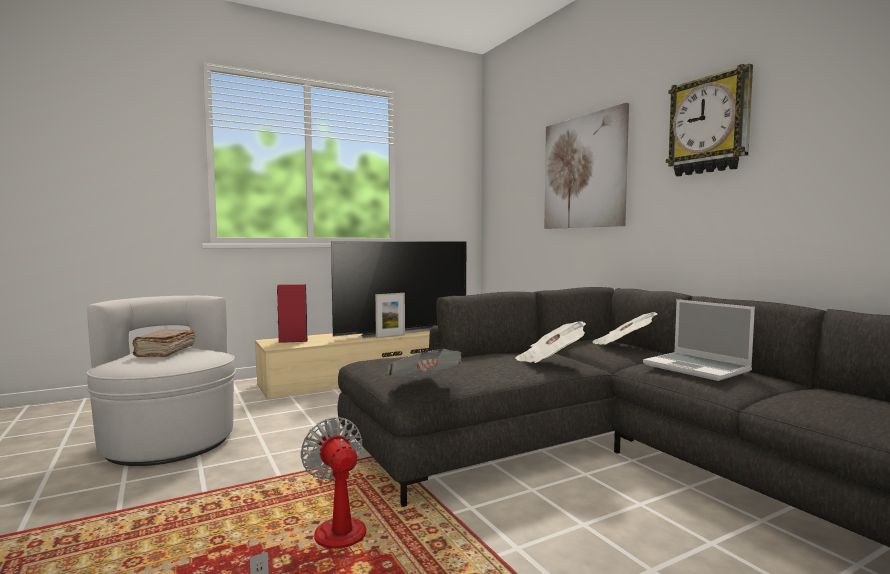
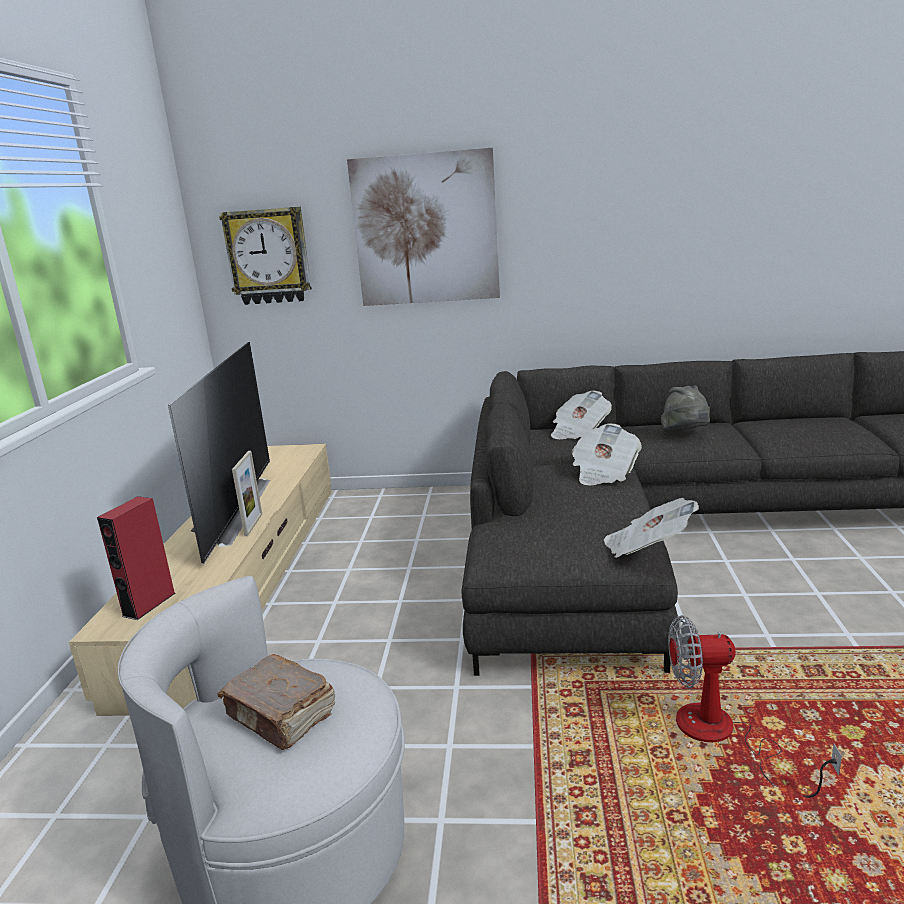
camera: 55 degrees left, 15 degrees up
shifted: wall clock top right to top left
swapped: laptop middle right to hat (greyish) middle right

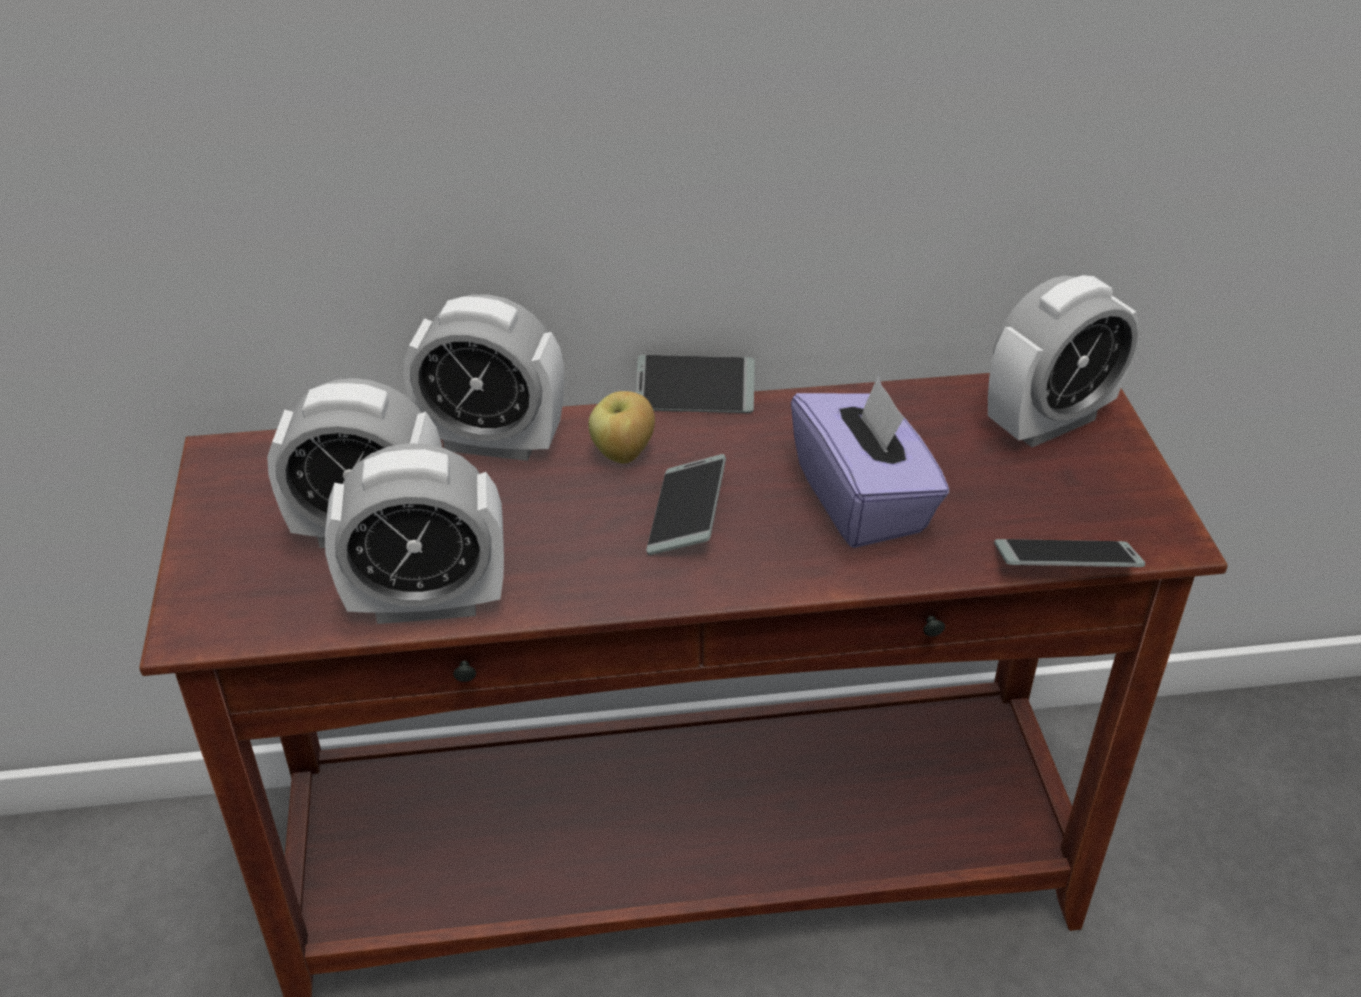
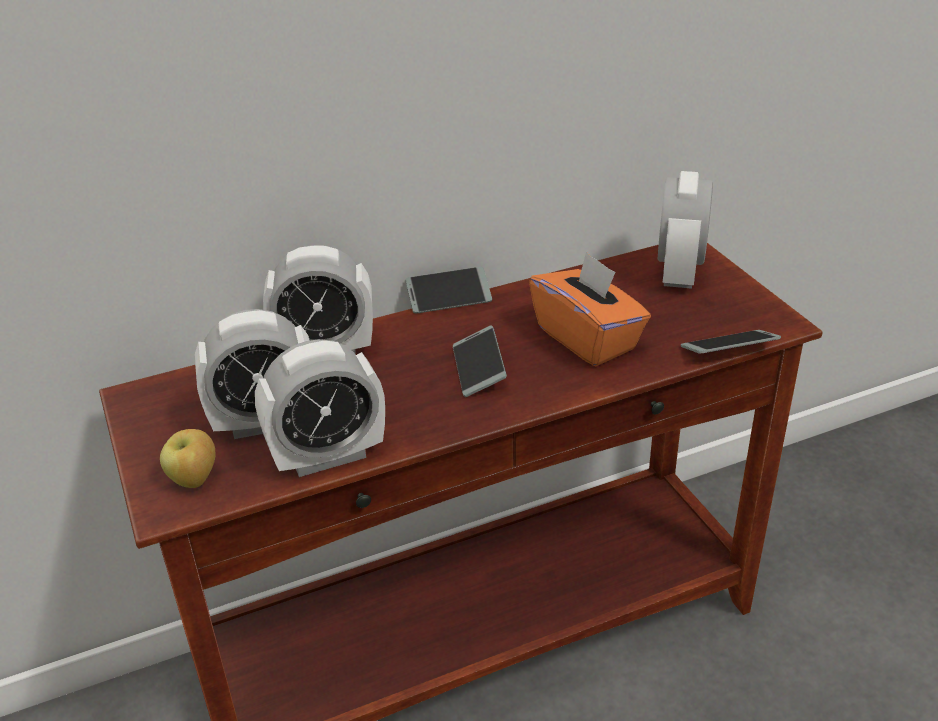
camera: 15 degrees left, 5 degrees down
shifted: apple fruit centre to middle left
repainted: box of tissues (purplish) centre to box of tissues (orange) centre
rotated: bedside clock (no. 4 from left) middle right = top right 150 degrees clockwise

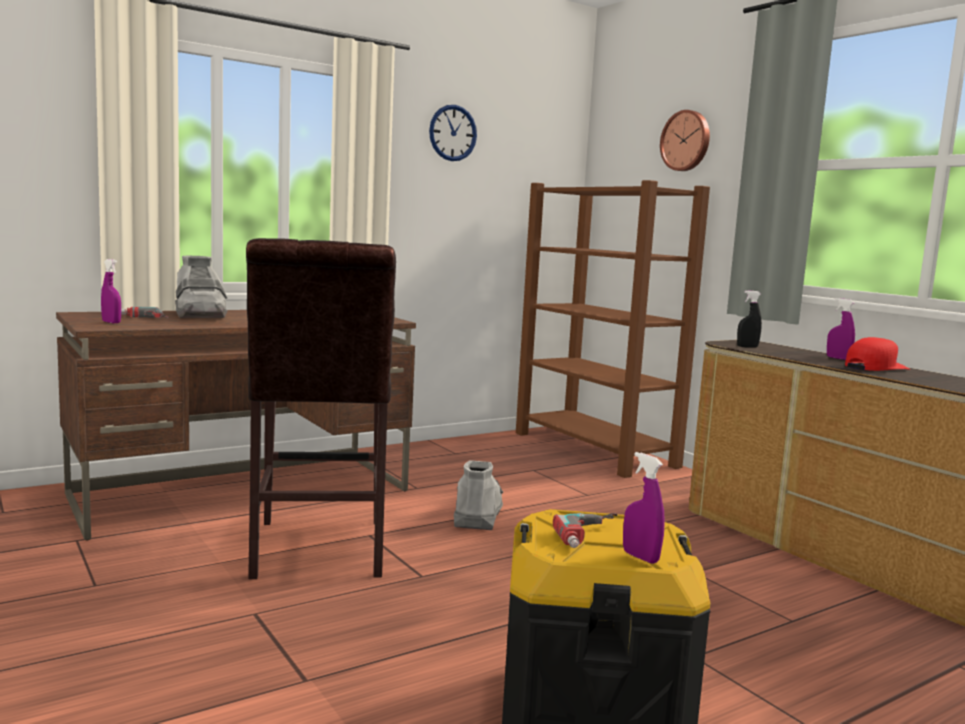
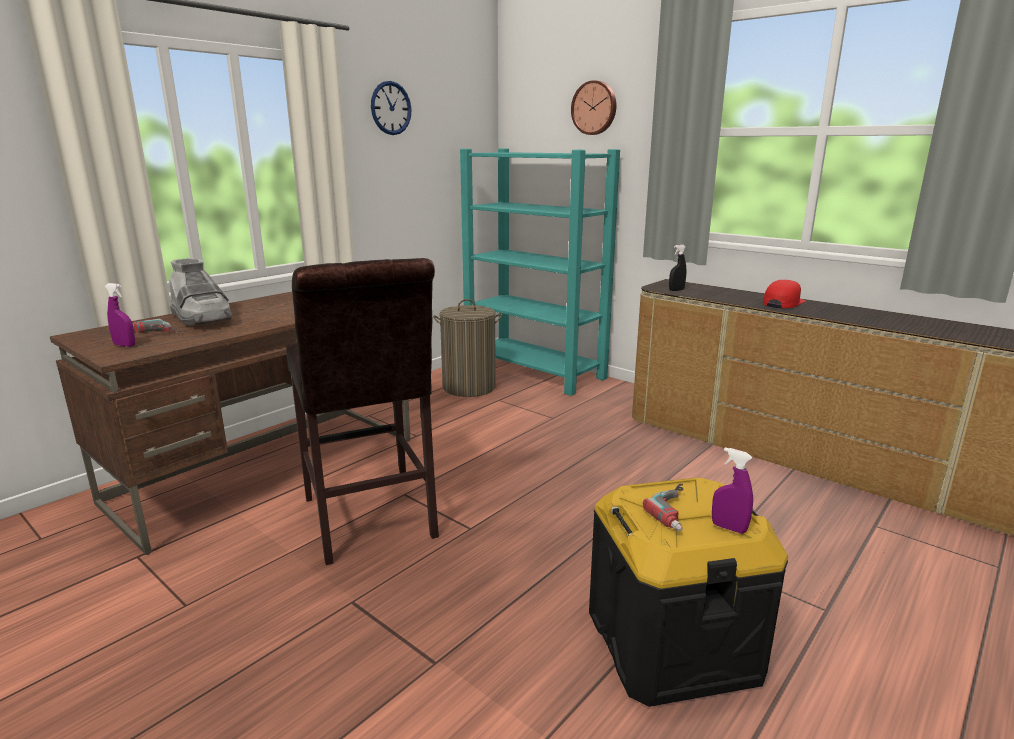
camera: 15 degrees left, 10 degrees up
gone: boot (greyish) (no. 2 from left) bottom centre; spray bottle (purplish) (no. 3 from left) middle right
new: washing basket centre
repainted: bookcase (brown-coloured) centre to bookcase (turquoise) centre

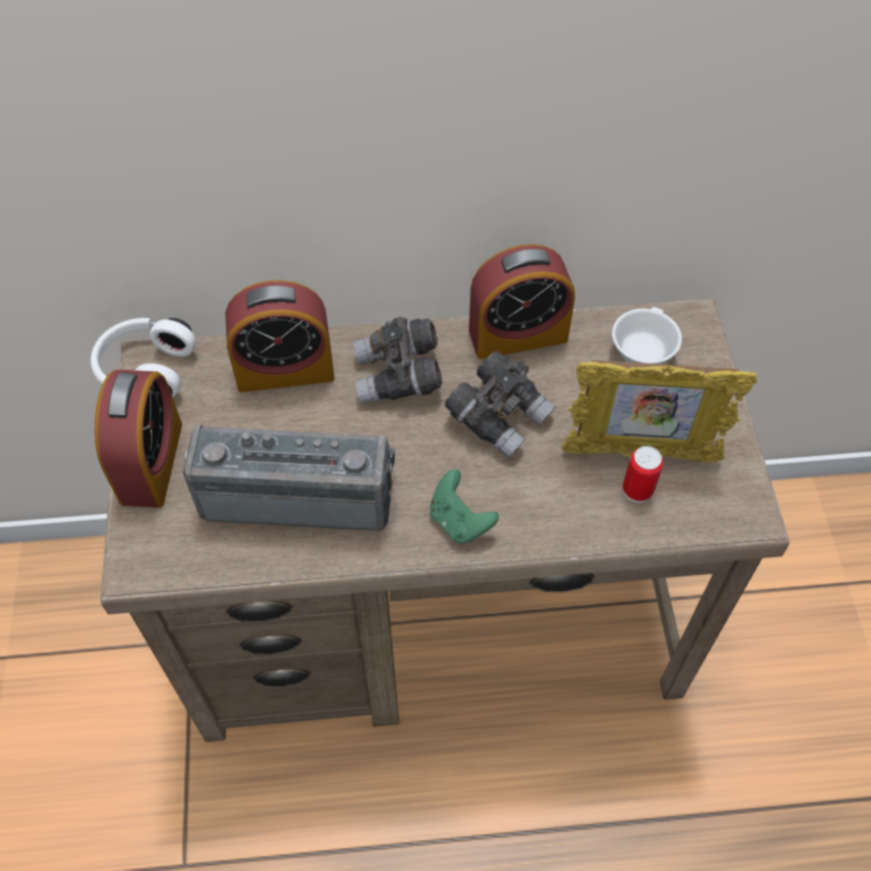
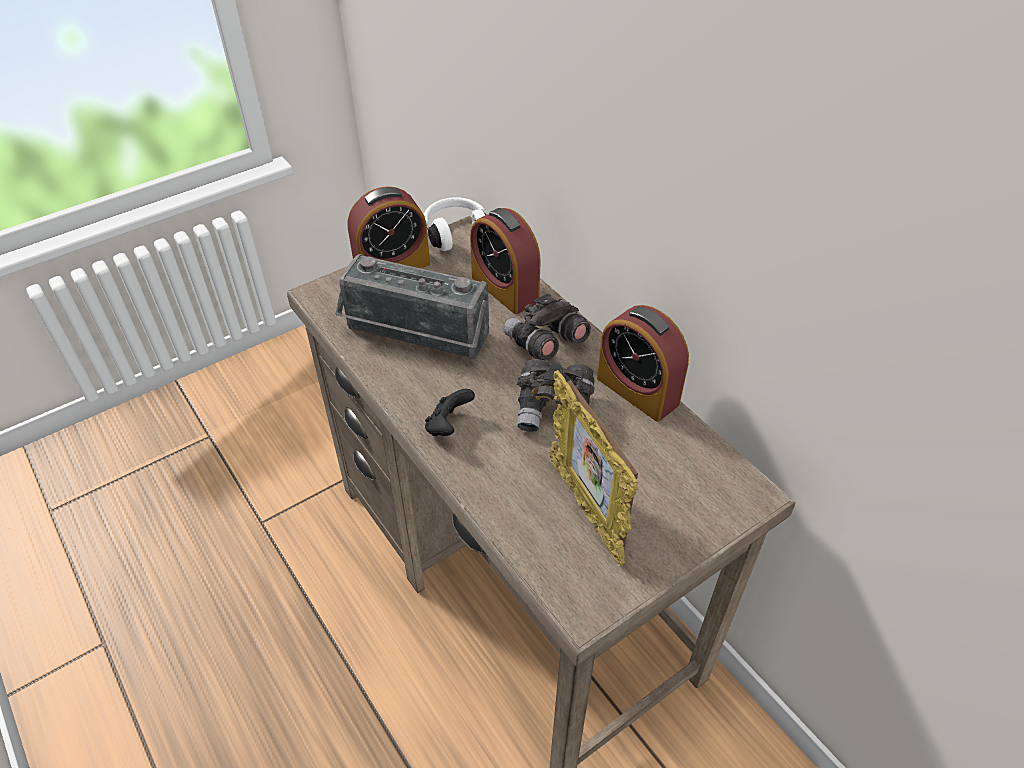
camera: 60 degrees right, 10 degrees down
gone: cup (white) middle right; can middle right
repainted: gamepad (green-coloured) centre to gamepad (black) centre
rotated: radio middle left = centre 135 degrees clockwise

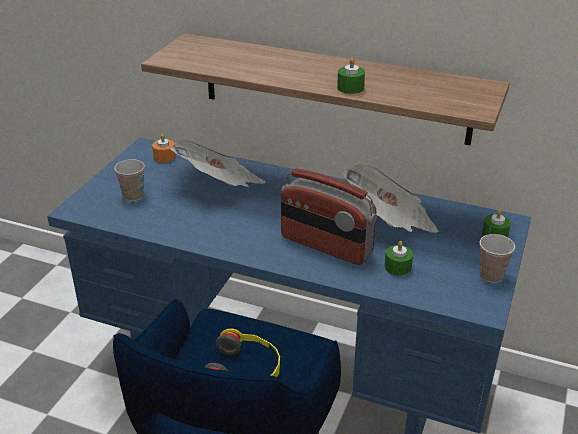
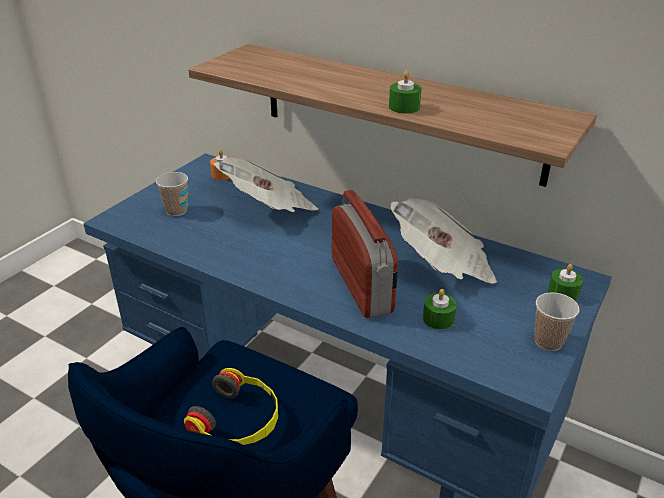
camera: 10 degrees right, 0 degrees up
rotated: radio centre = centre 150 degrees counterclockwise

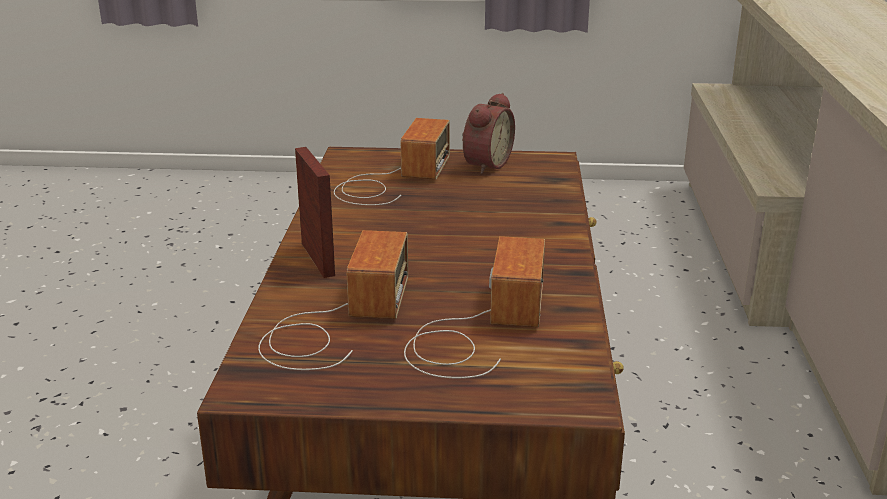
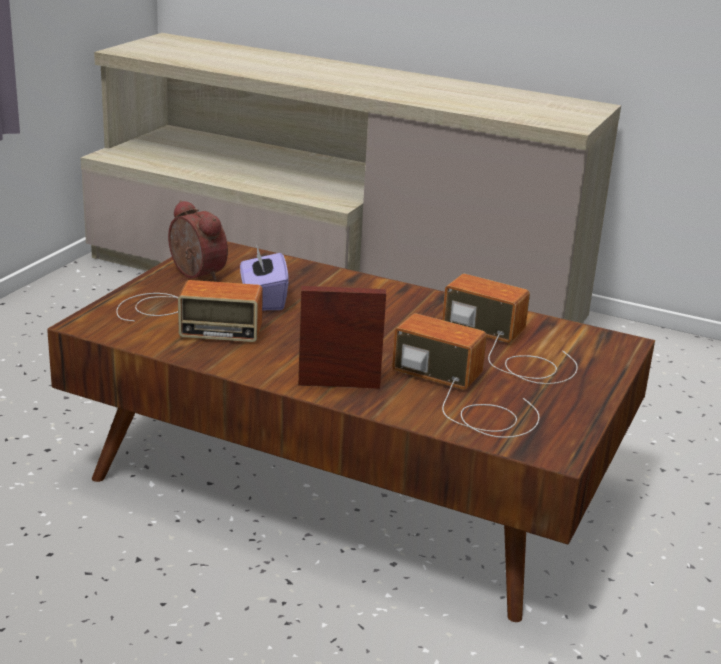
camera: 70 degrees left, 0 degrees up
new: box of tissues (purplish) centre
rotated: radio (no. 2 from left in the first image) top centre = middle left 150 degrees clockwise

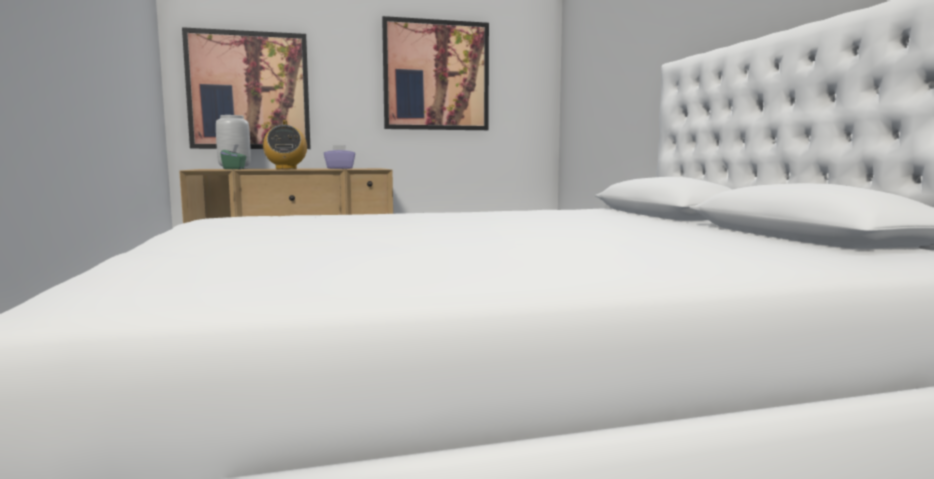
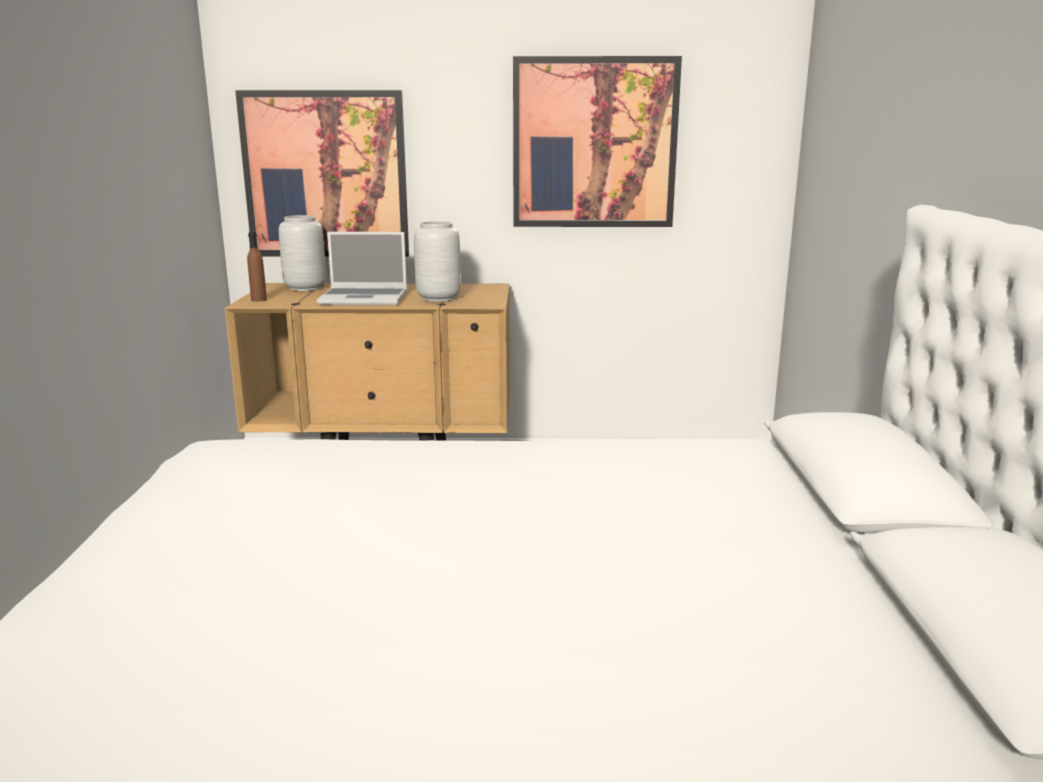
camera: 15 degrees right, 10 degrees up
gone: box of tissues (green-coloured) top left
new: drink bottle (brown-coloured) middle left
swapped: radio top left to laptop centre; box of tissues (purplish) top centre to vase (greyish) (no. 2 from left) centre

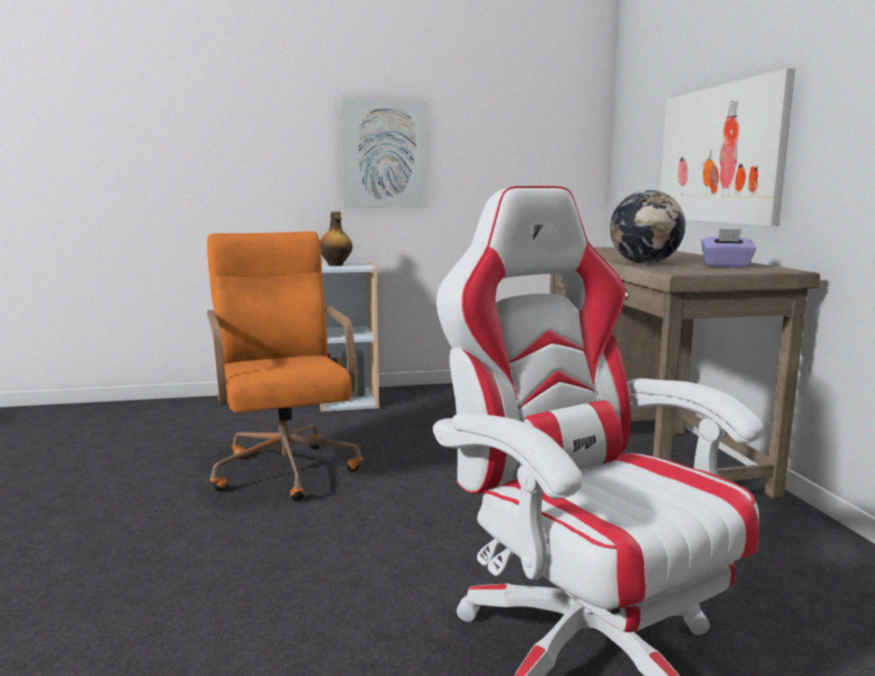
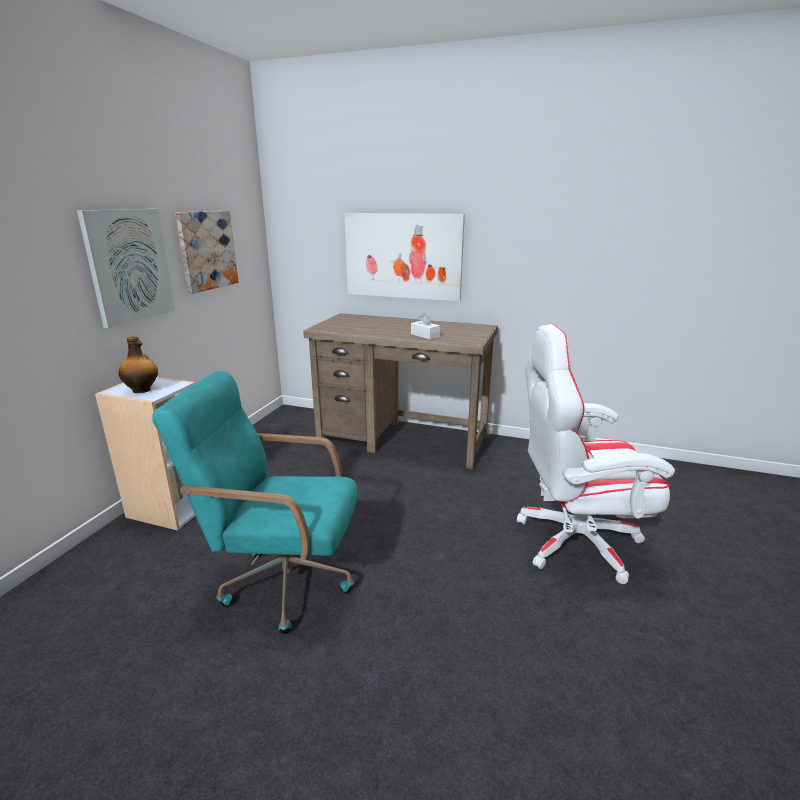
camera: 60 degrees left, 10 degrees up
gone: box of tissues (purplish) middle right
new: wall picture (no. 2 from left) top left
swapped: globe middle right to box of tissues (white) centre
repainted: computer chair (orange) middle left to computer chair (turquoise) middle left

